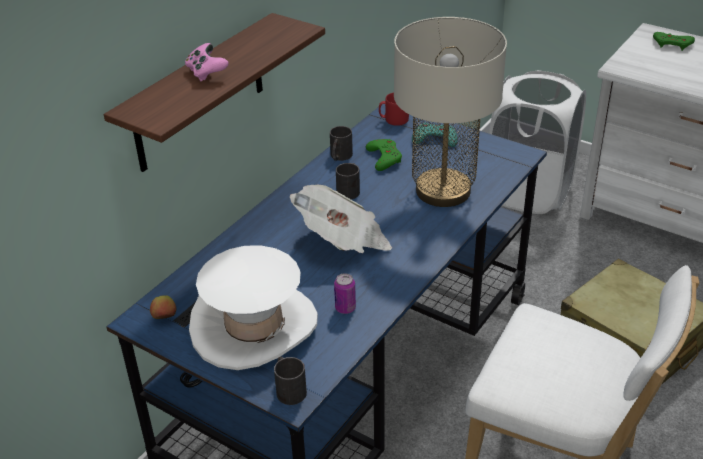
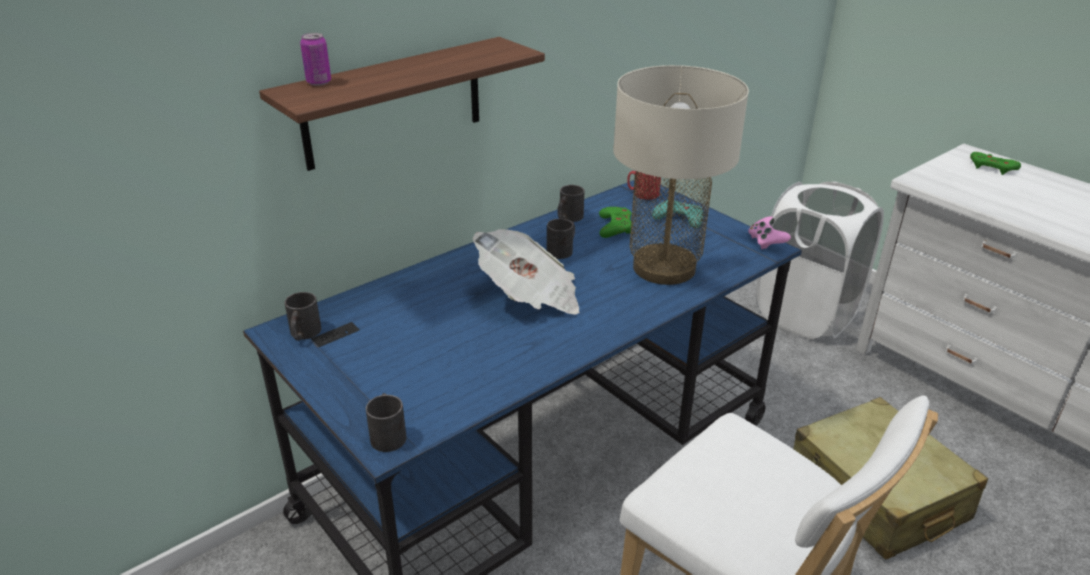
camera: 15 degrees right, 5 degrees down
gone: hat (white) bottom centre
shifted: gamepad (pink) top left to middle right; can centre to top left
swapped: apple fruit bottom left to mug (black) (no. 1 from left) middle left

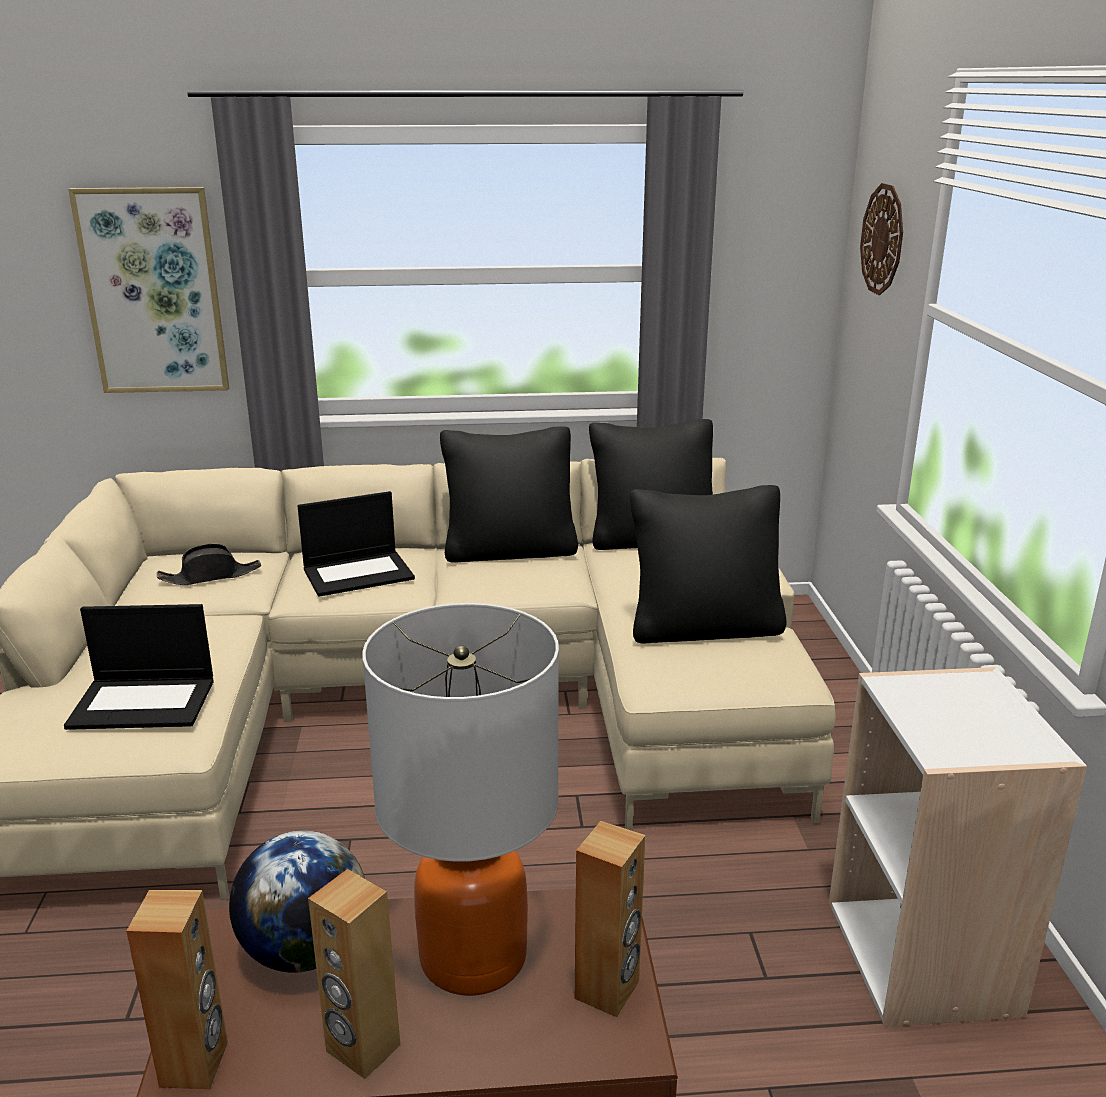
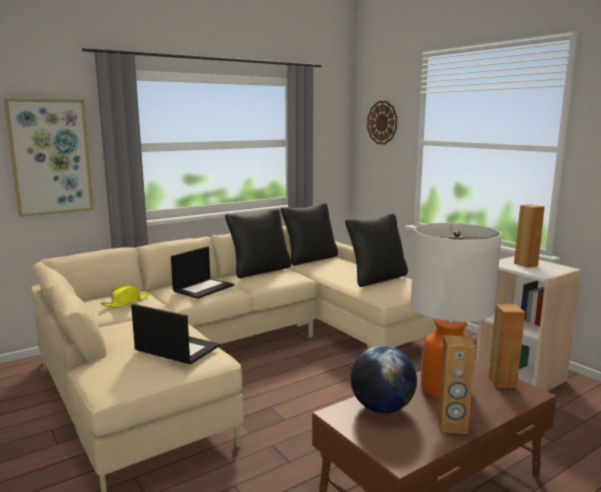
camera: 30 degrees left, 10 degrees down
shifted: speaker (brown-coloured) (no. 1 from left in the first image) bottom left to speaker (brown-coloured) (no. 3 from left) middle right
repainted: hat (black) middle left to hat (yellowish) middle left
rotated: laptop (no. 1 from left) middle left = bottom left 120 degrees counterclockwise

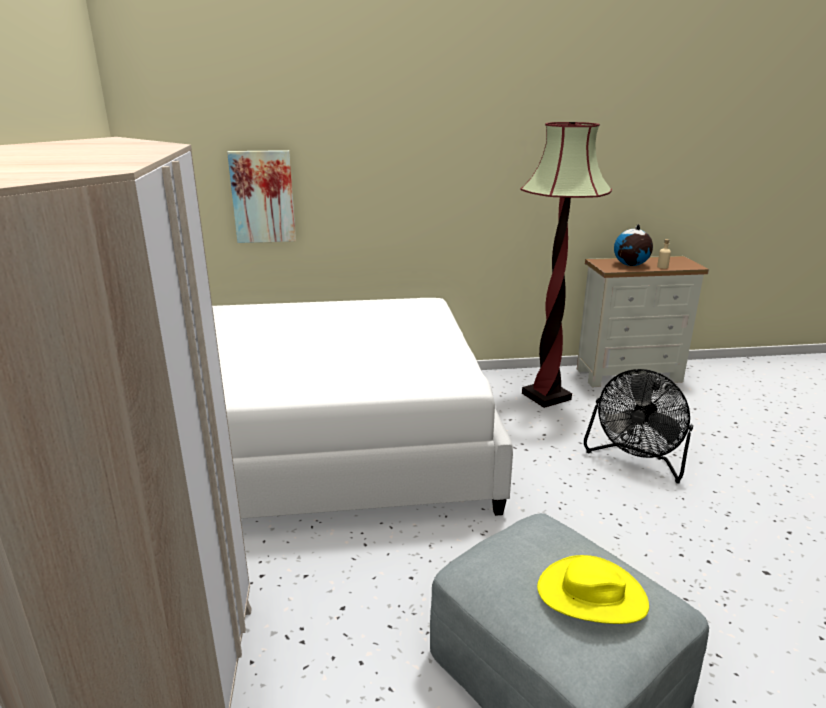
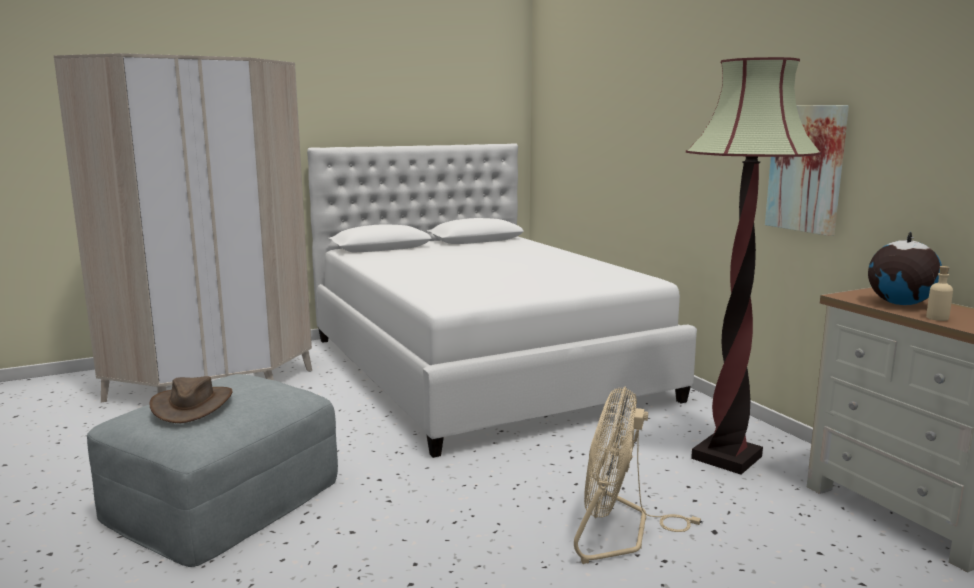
camera: 70 degrees right, 10 degrees down
shifted: wall picture top left to top right
repainted: hat (yellowish) bottom right to hat (brown-coloured) bottom left; fan (black) middle right to fan (beige) bottom centre

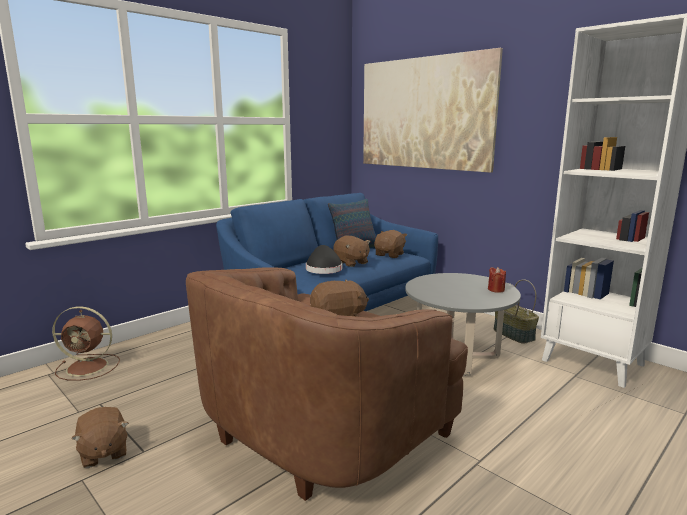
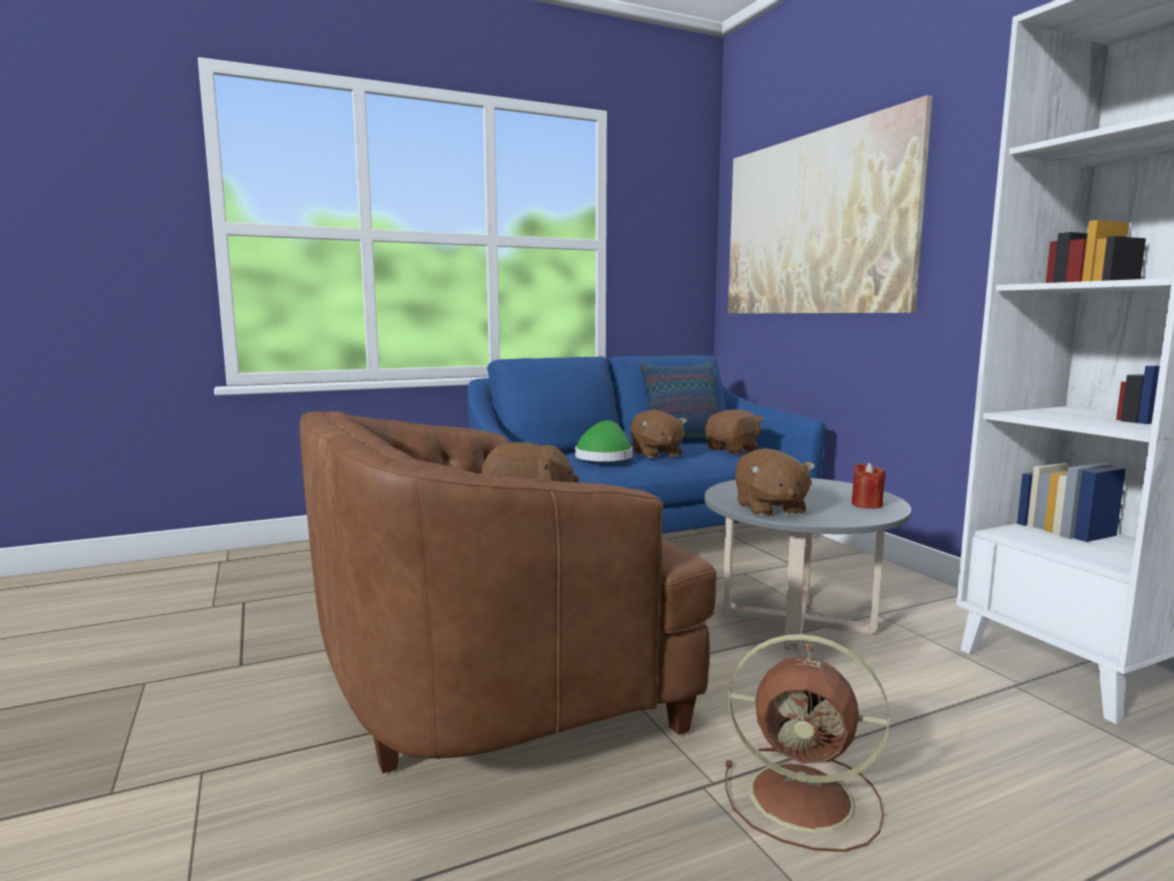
camera: 20 degrees right, 5 degrees down
gone: basket middle right
shifted: fan (brown-coloured) middle left to bottom right; soft toy (brown-coloured) (no. 1 from left in the first image) bottom left to soft toy (brown-coloured) (no. 4 from left) centre
repainted: hat (black) centre to hat (green-coloured) centre

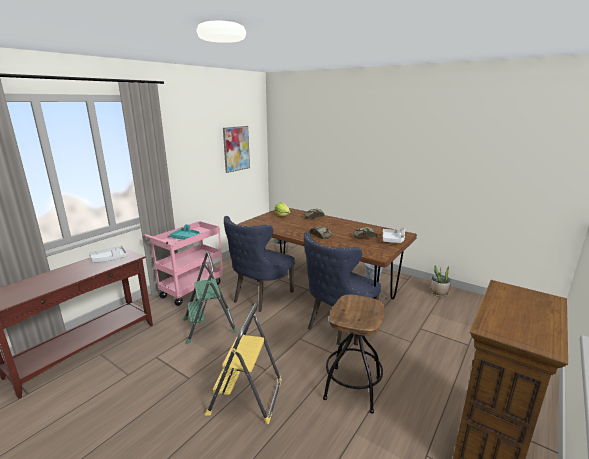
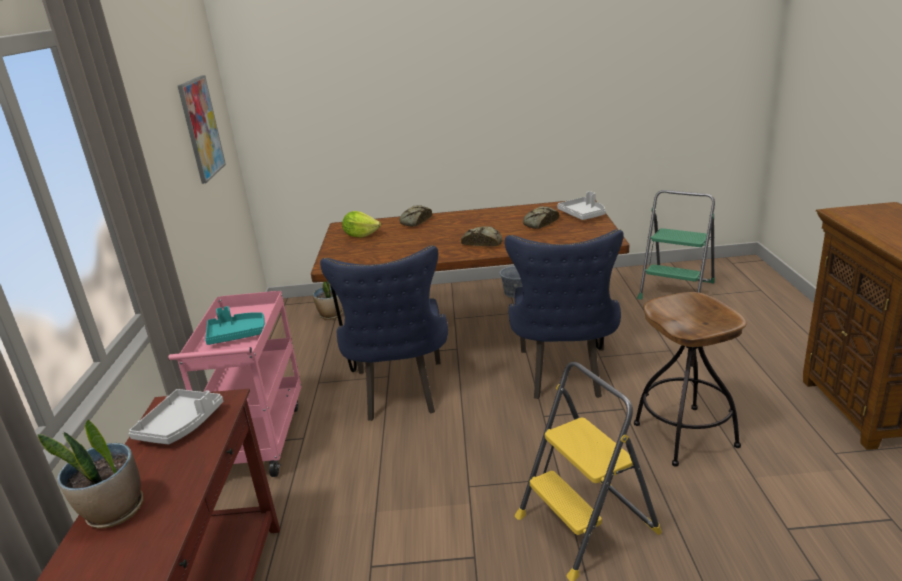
camera: 35 degrees left, 5 degrees up
shifted: stepladder (green-coloured) centre to middle right; houseplant (no. 2 from left in the first image) middle right to houseplant (no. 1 from left) bottom left

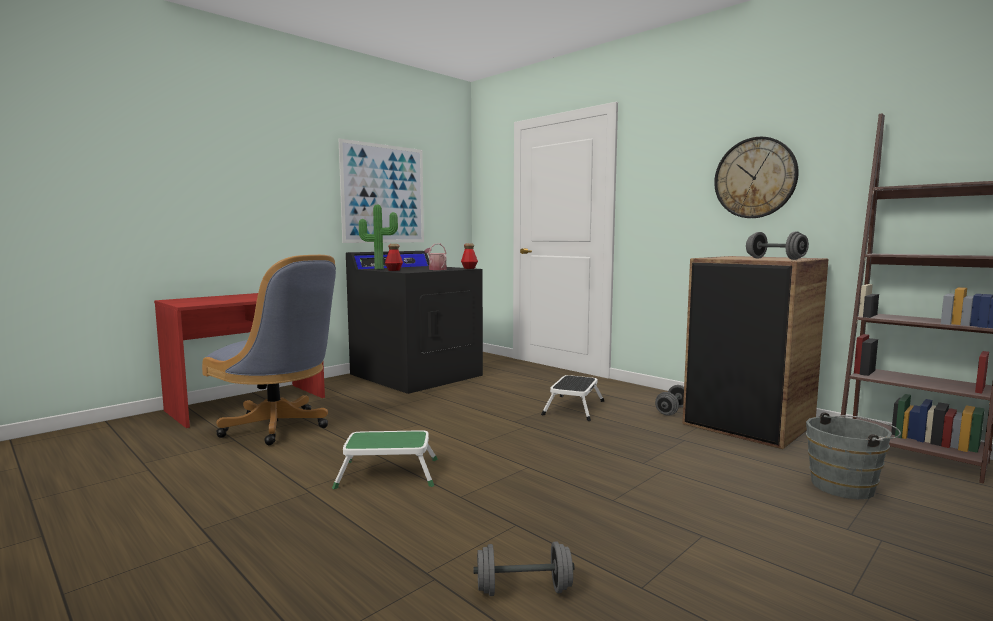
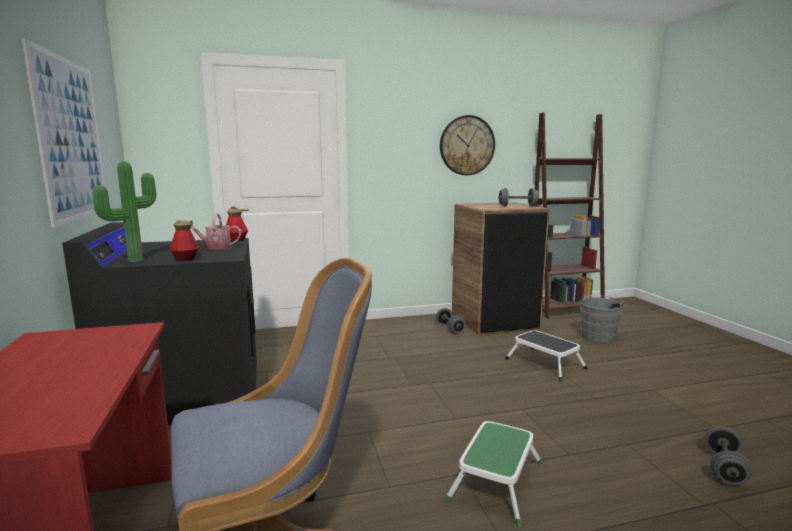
camera: 60 degrees left, 5 degrees up
shifted: stepladder (black) centre to bottom right

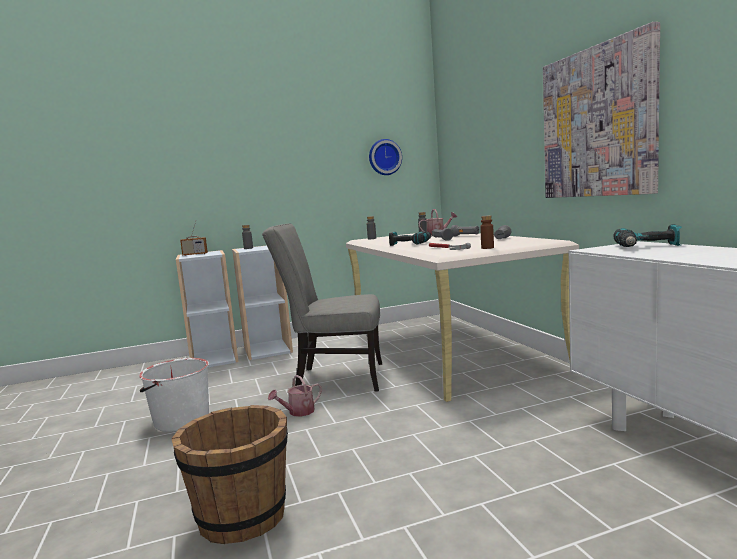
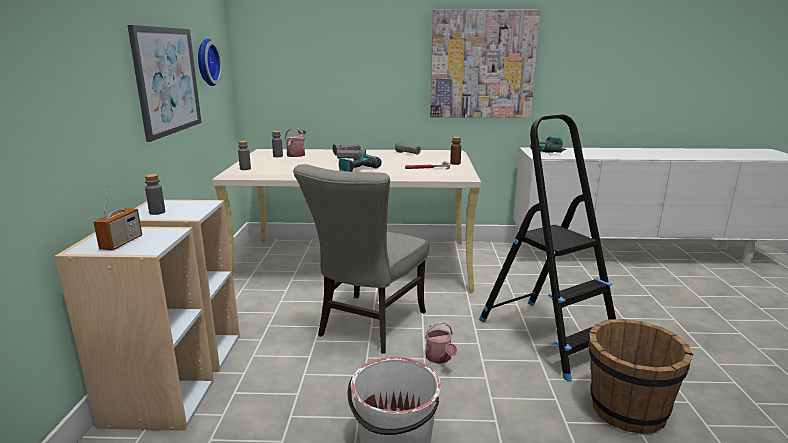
camera: 70 degrees left, 10 degrees up
new: wall picture (no. 1 from left) top left; stepladder (black) middle right

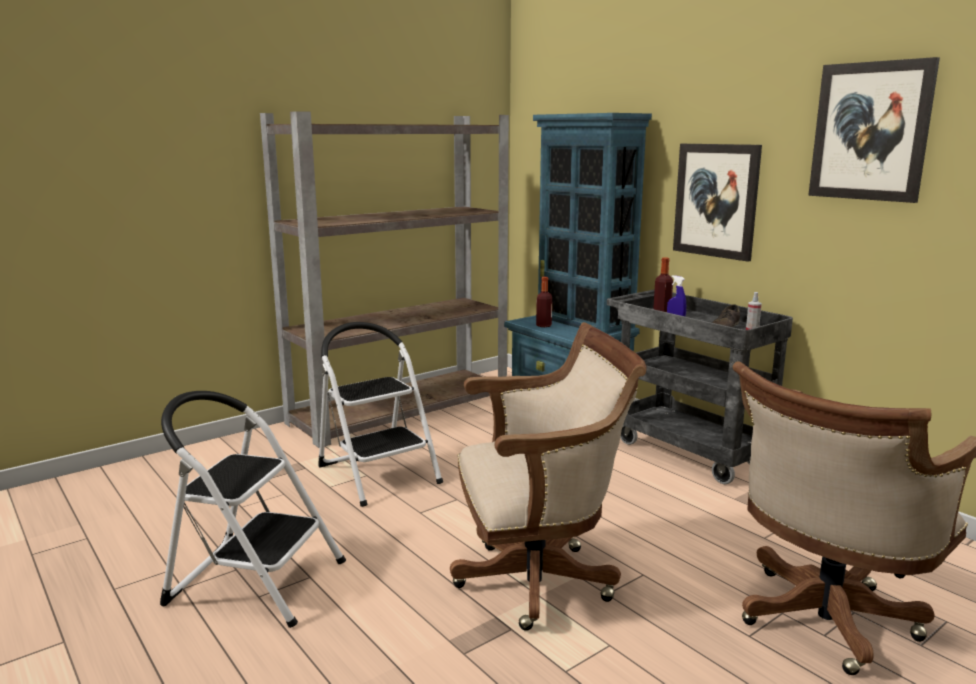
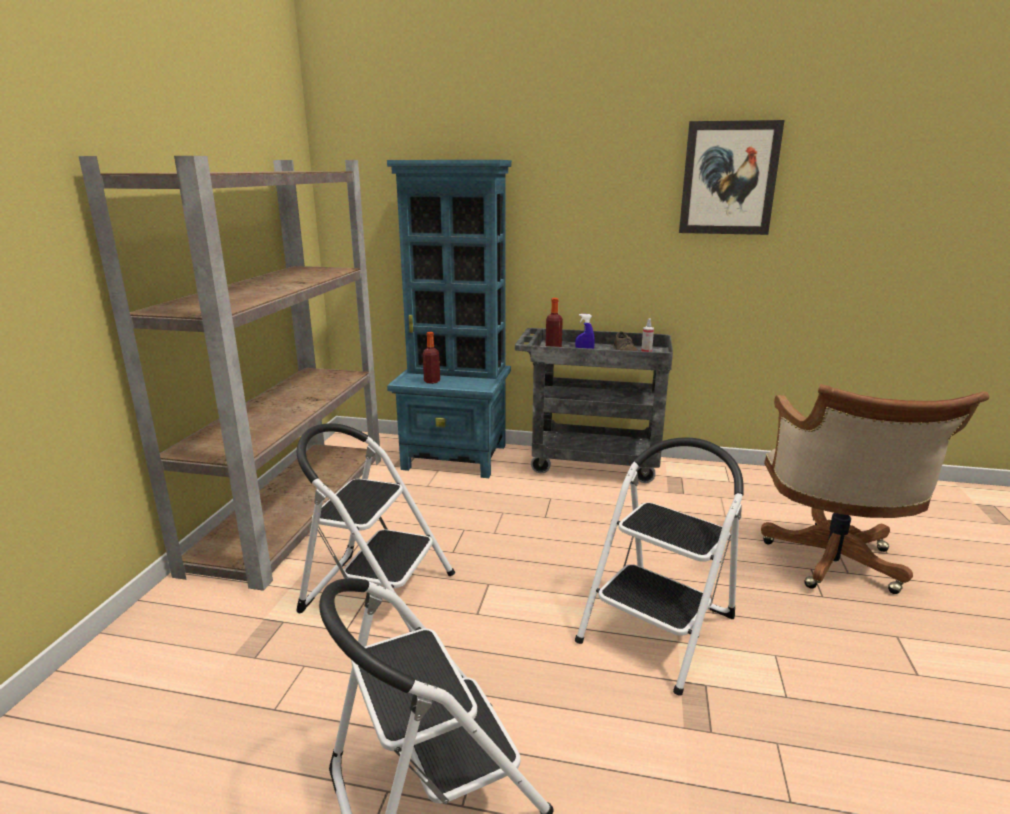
camera: 40 degrees left, 5 degrees up
gone: wall picture (no. 1 from left) top right
swapped: computer chair (no. 1 from left) bottom centre to stepladder (no. 3 from left) bottom centre

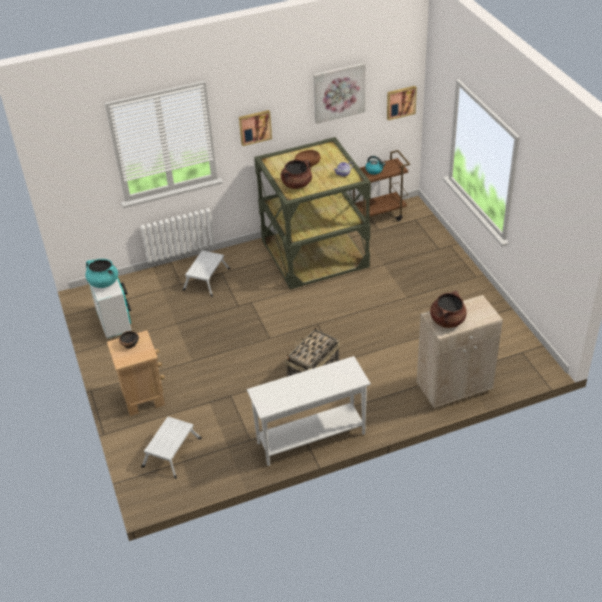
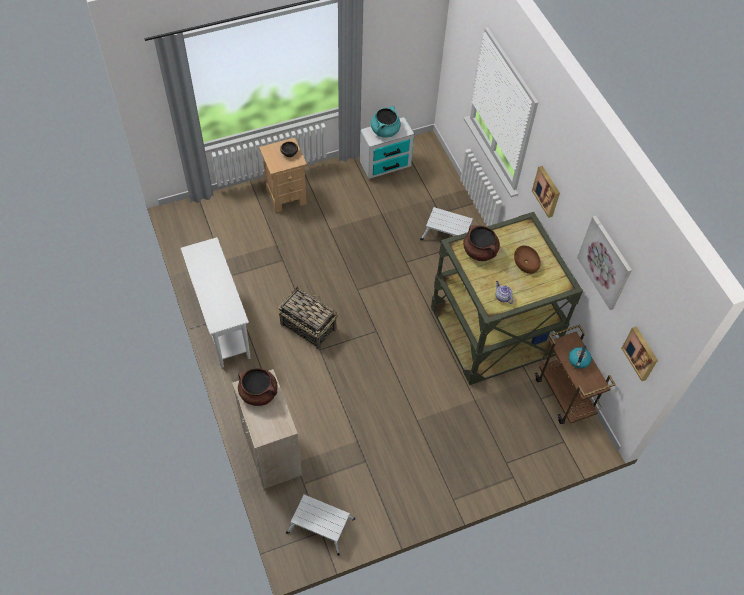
camera: 85 degrees right, 15 degrees up
shifted: stepladder (white) (no. 1 from left) bottom left to bottom centre

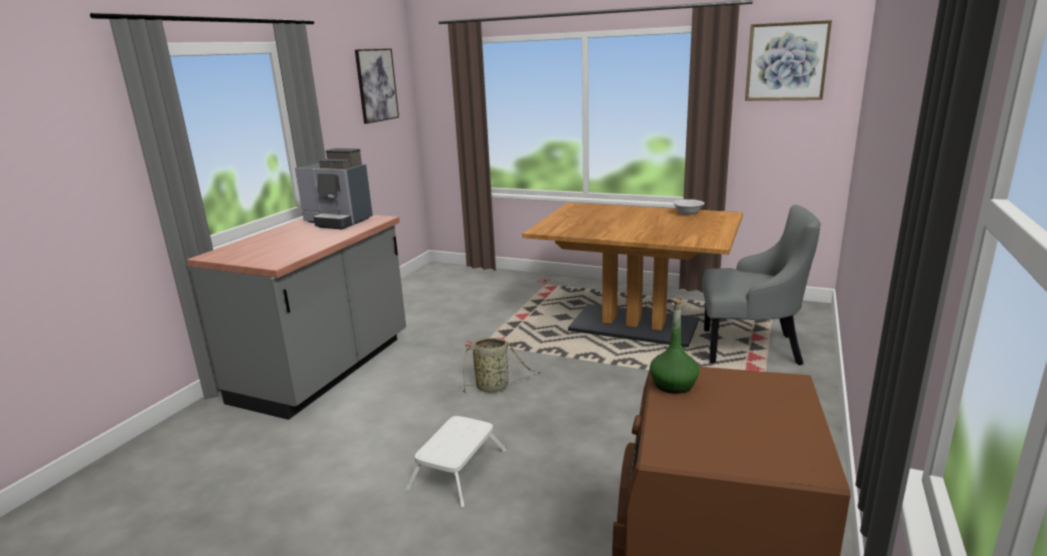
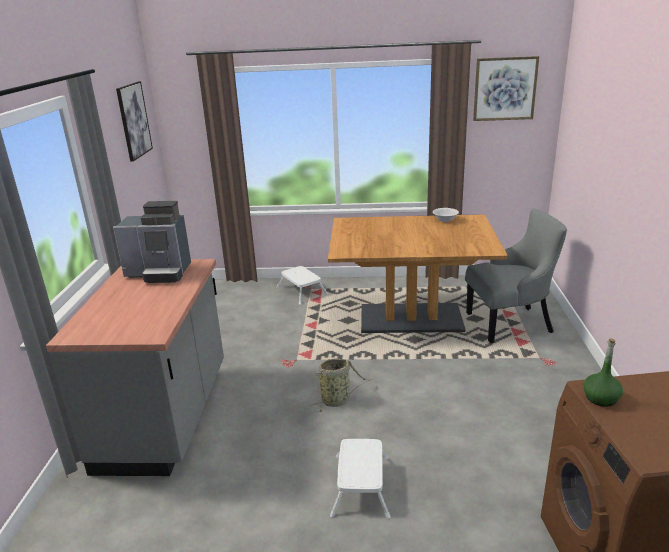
camera: 20 degrees left, 5 degrees up
new: stepladder (white) (no. 1 from left) centre

